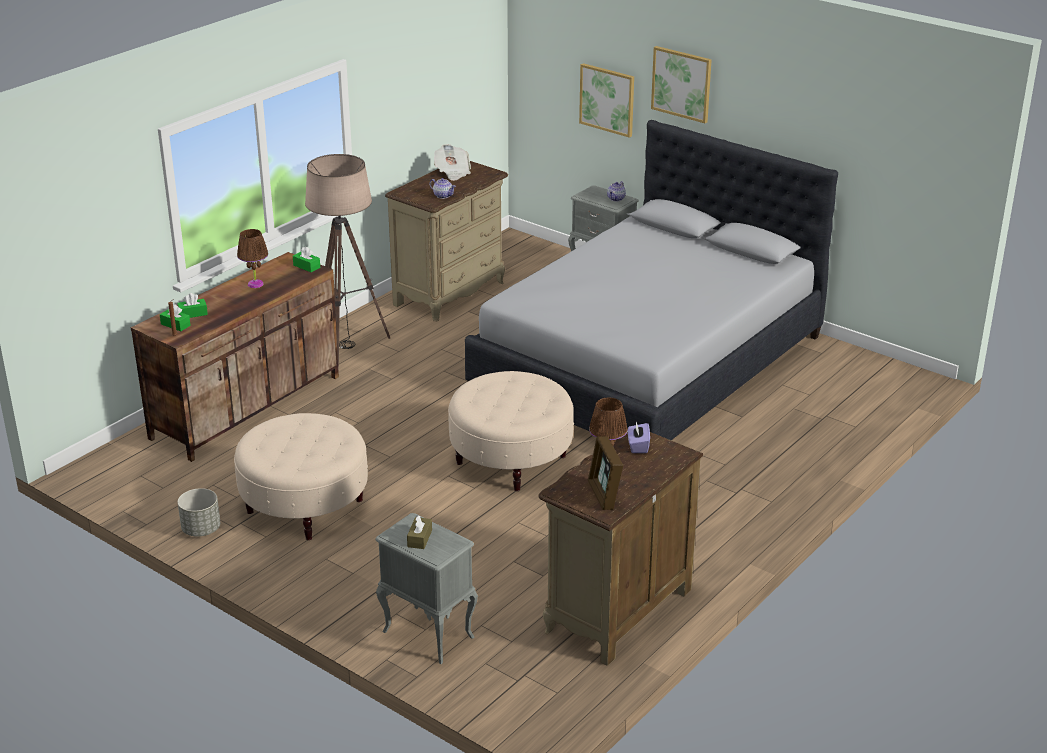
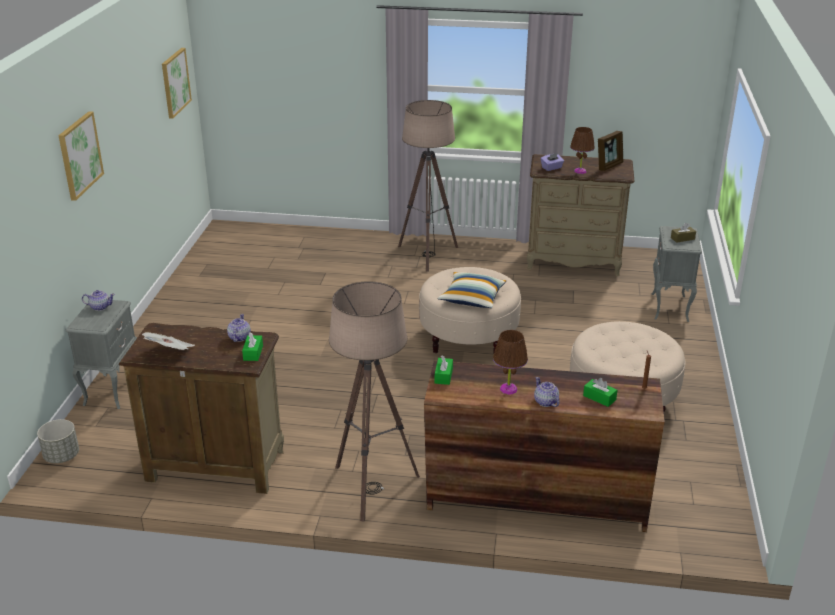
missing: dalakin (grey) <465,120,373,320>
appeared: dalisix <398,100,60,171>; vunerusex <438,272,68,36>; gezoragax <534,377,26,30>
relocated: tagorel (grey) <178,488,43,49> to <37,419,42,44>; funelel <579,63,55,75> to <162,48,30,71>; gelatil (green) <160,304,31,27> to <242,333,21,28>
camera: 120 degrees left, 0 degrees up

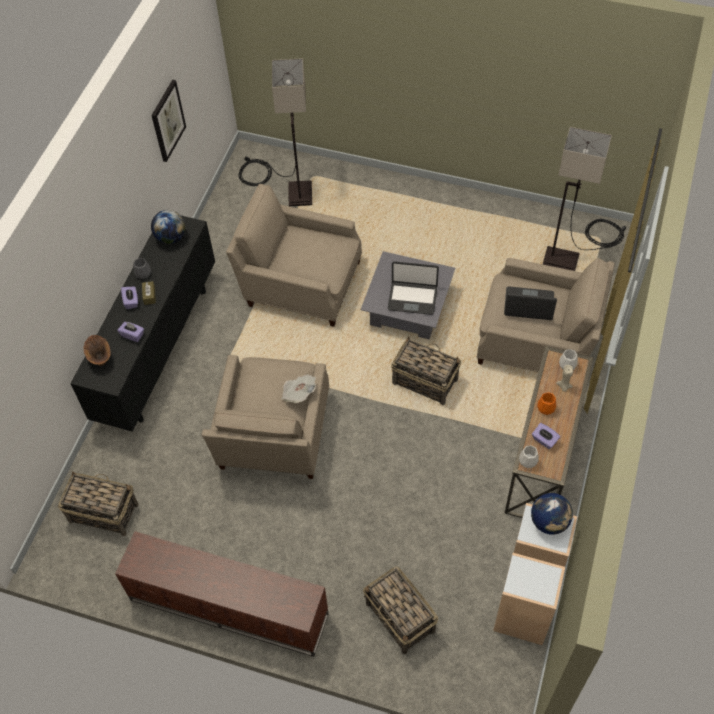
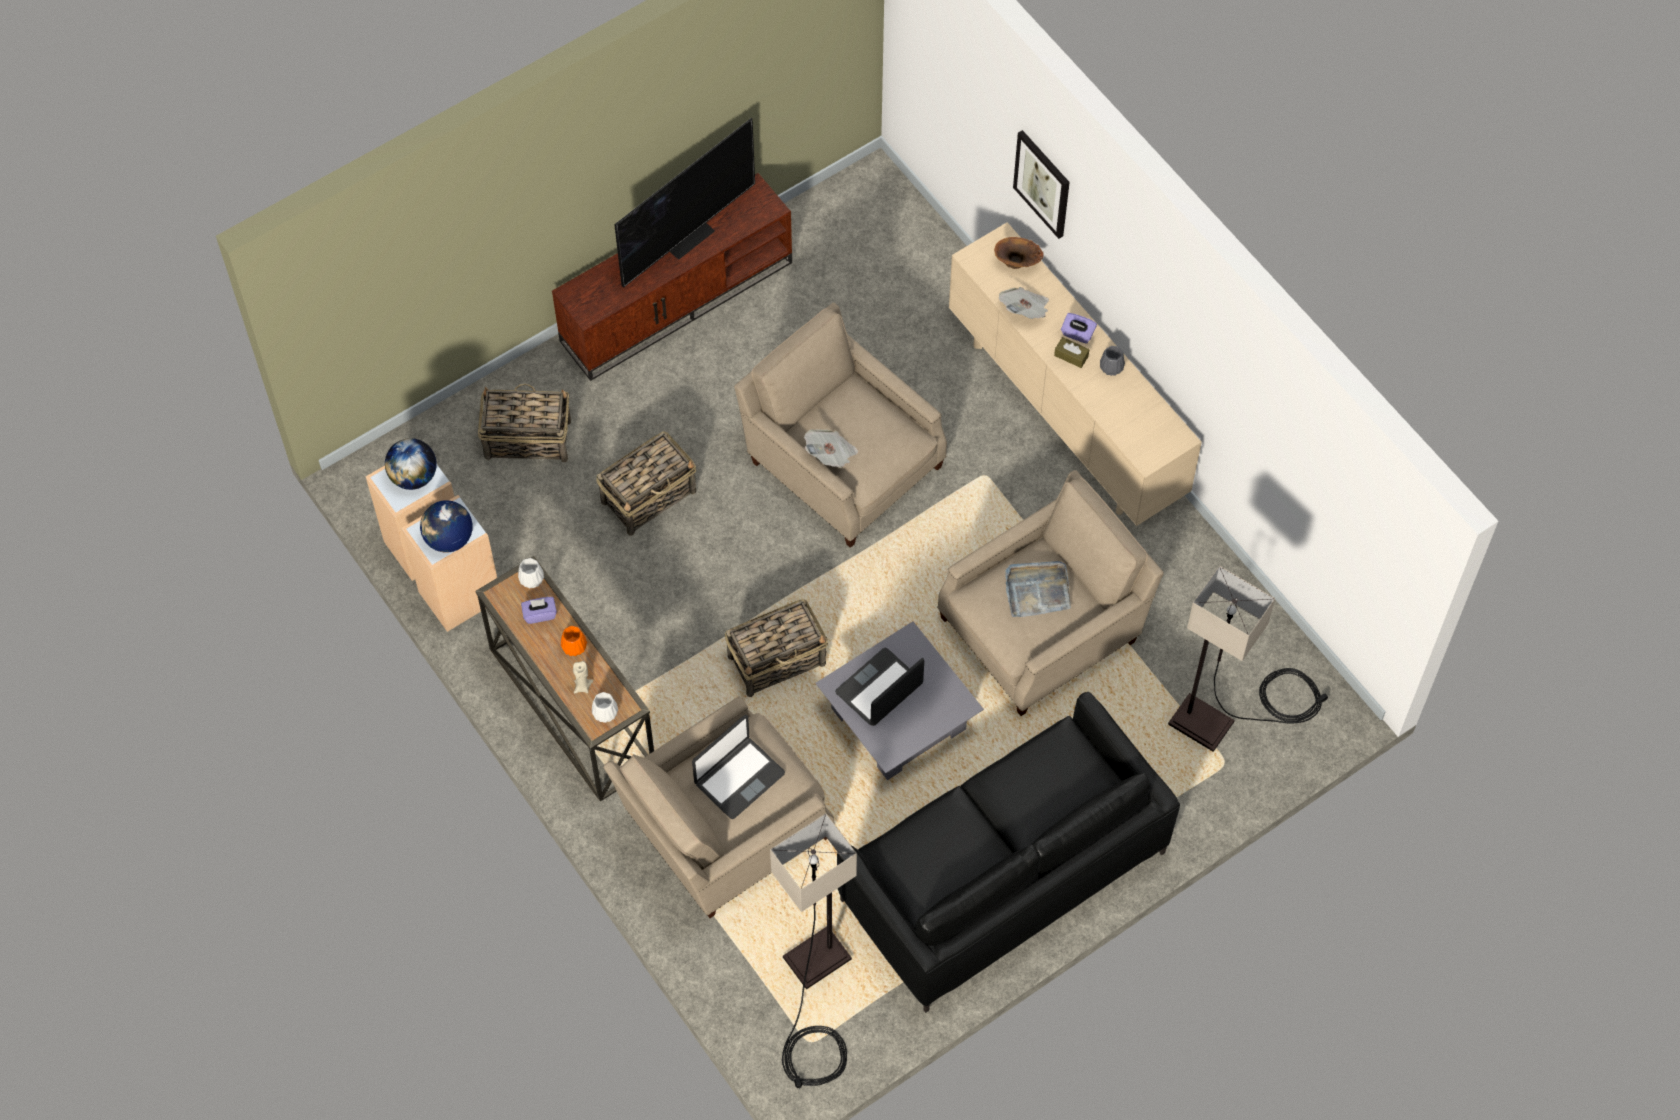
appeared: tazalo <615,118,140,170>; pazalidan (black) <837,692,343,321>; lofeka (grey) <1005,561,66,56>
relocated: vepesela <151,210,34,34> to <385,438,52,52>; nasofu <58,471,80,65> to <596,431,100,105>; funelel <151,80,35,82> to <1013,130,57,109>
exchanged: gelatil (purple) <117,322,27,20> to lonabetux <999,287,50,32>
colour: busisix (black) <70,216,145,216> to busisix (beige) <949,222,253,304>
camera: 125 degrees right, 5 degrees up

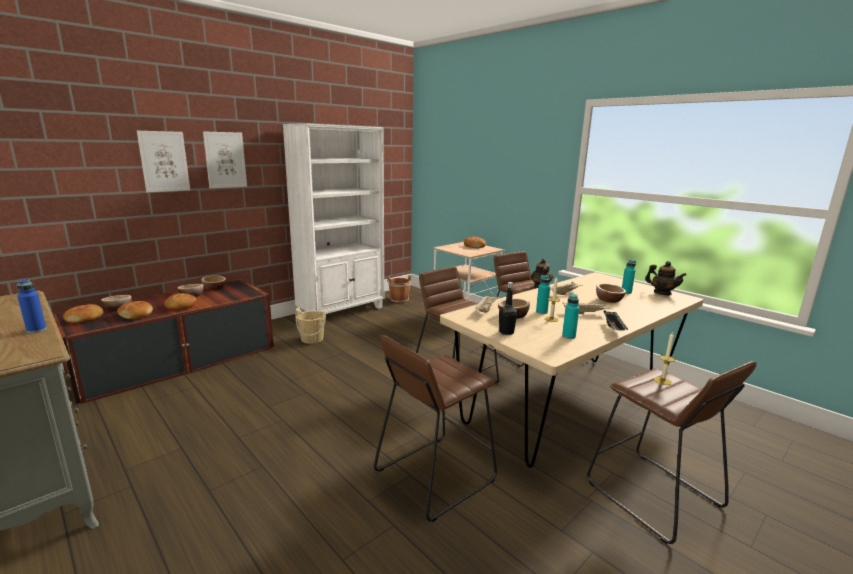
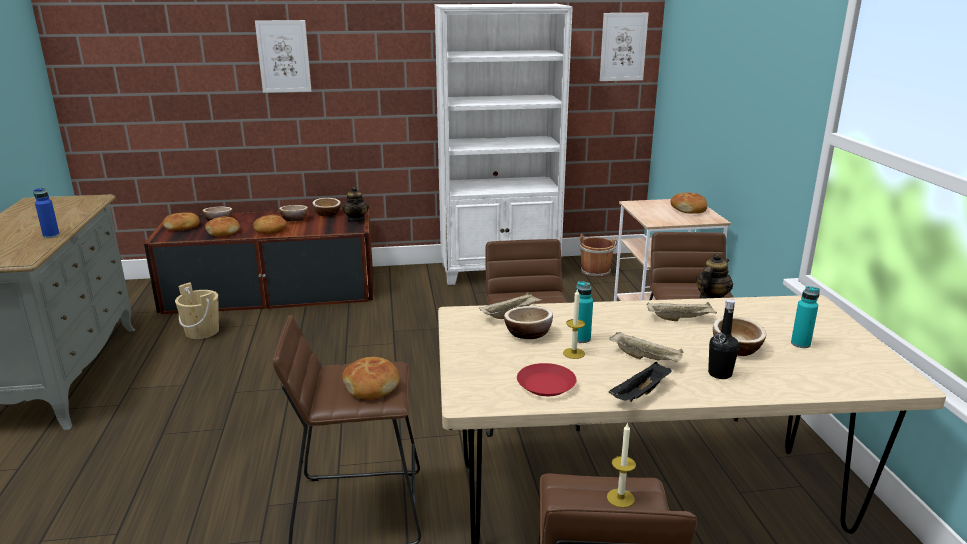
appeared: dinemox <342,357,58,42>
relocated: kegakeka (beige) <295,307,31,37> to <175,282,44,57>; gezoragax <645,261,42,34> to <342,186,27,36>; funelel <203,131,44,58> to <600,13,49,68>; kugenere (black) <499,282,18,53> to <708,299,31,80>
exchanged: kugenere (turquoise) <562,294,17,45> to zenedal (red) <517,363,60,33>
camera: 35 degrees right, 5 degrees up

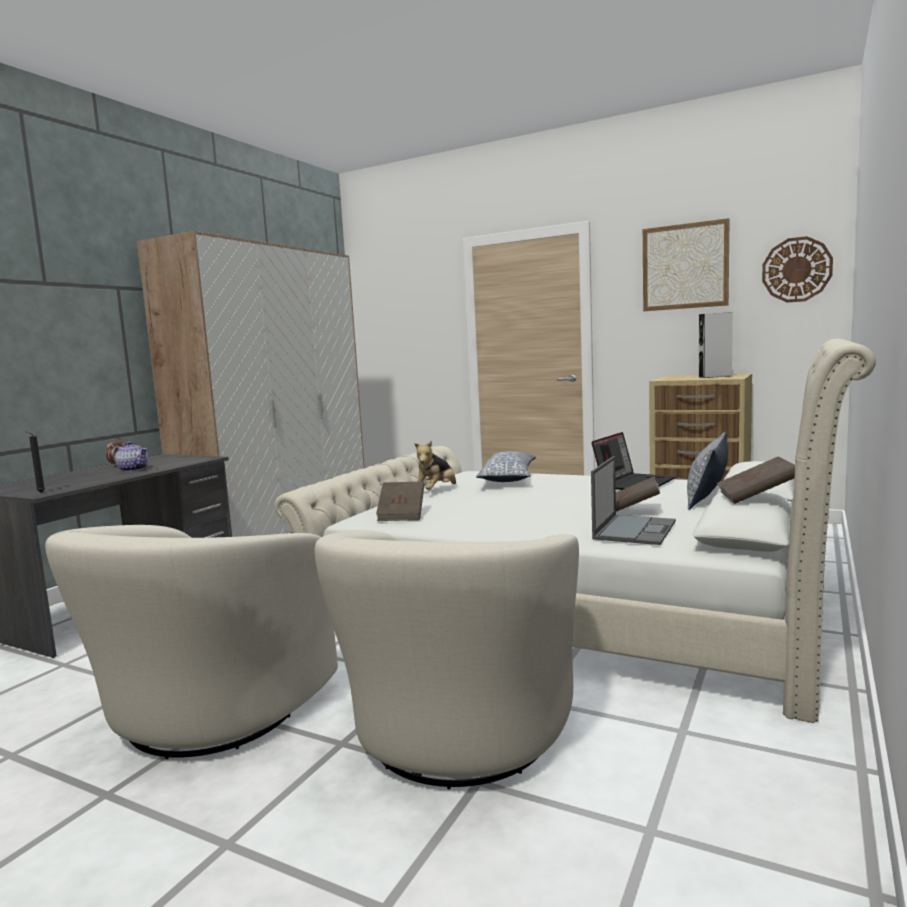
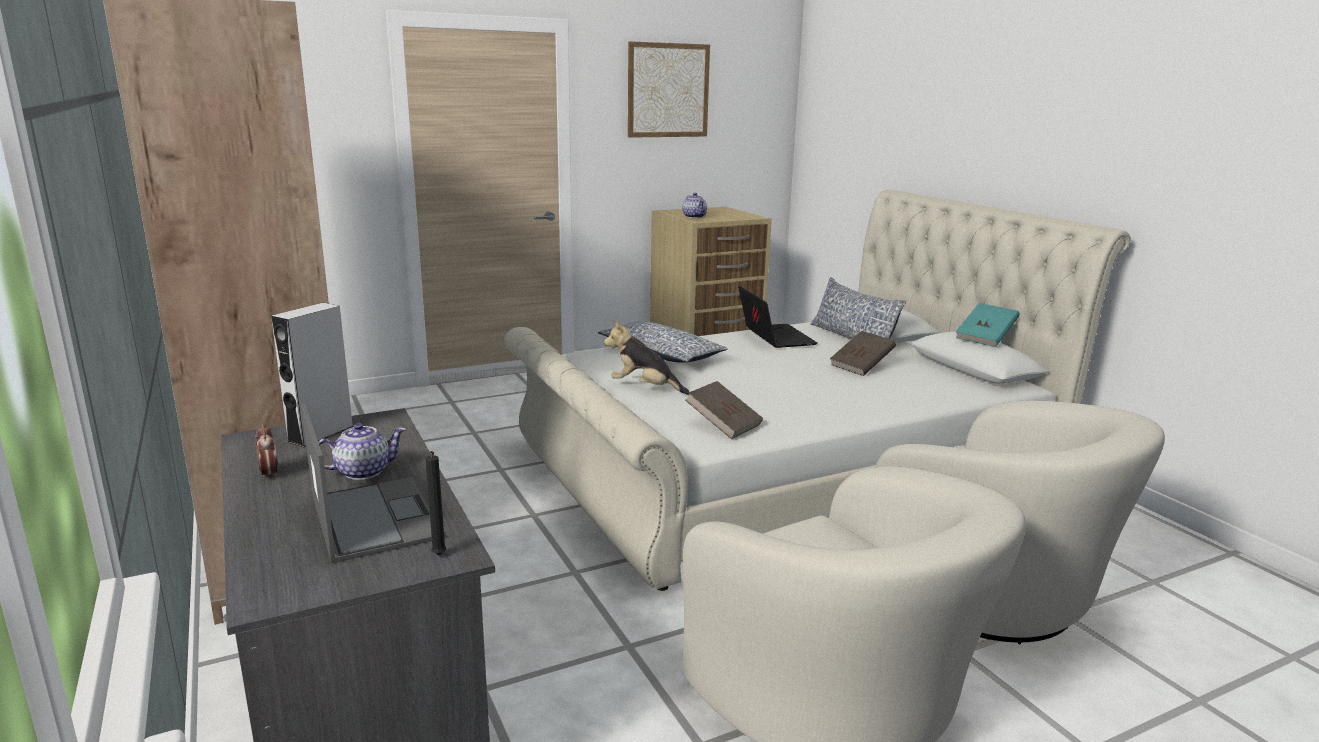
missing: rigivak <762,236,71,67>
appeared: gezoragax <682,193,25,25>
relocated: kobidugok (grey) <698,312,35,66> to <271,303,82,145>; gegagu <591,456,85,89> to <301,404,131,159>
colour: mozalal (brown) <717,456,78,48> to mozalal (turquoise) <956,303,64,44>
spun: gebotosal <414,440,42,50> = <604,321,85,74> 135 degrees clockwise
camera: 55 degrees left, 10 degrees up

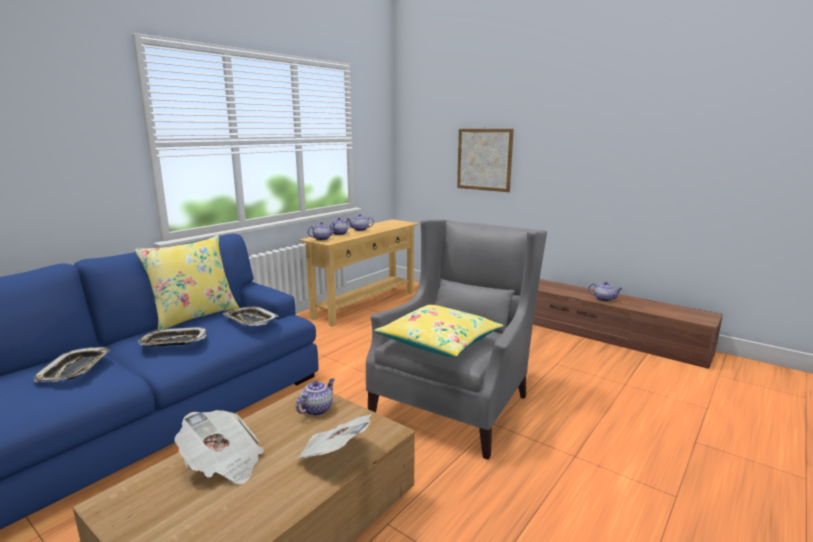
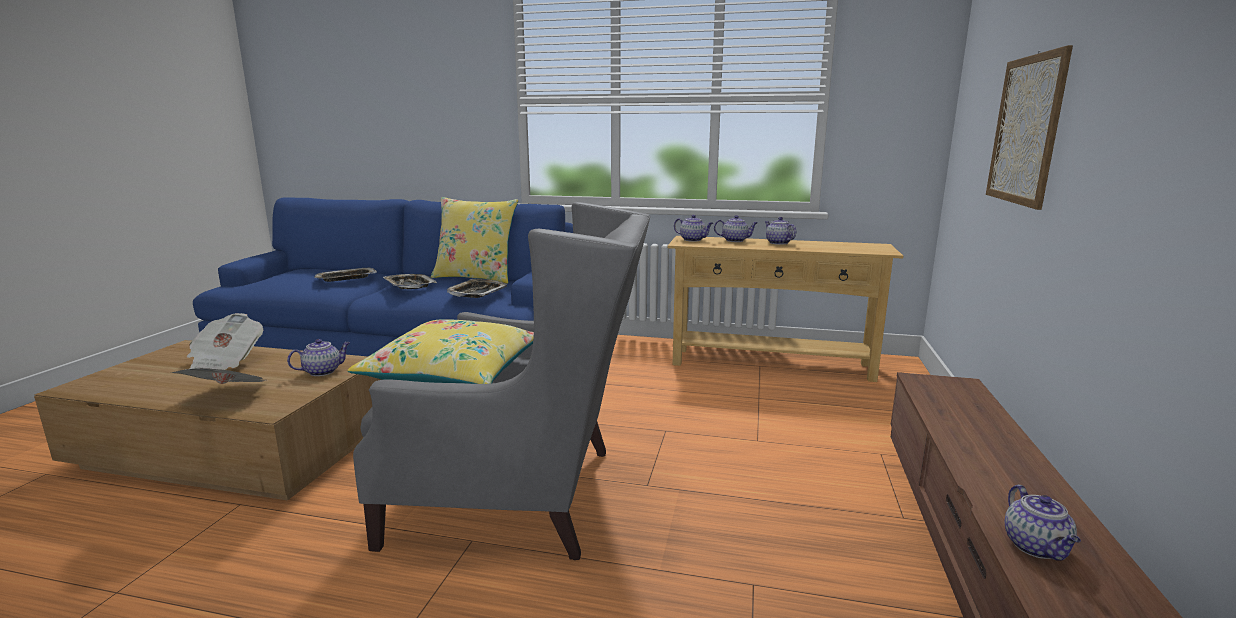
spun: gezoragax <296,378,39,38> = <287,339,63,37> 45 degrees counterclockwise
camera: 65 degrees right, 0 degrees up

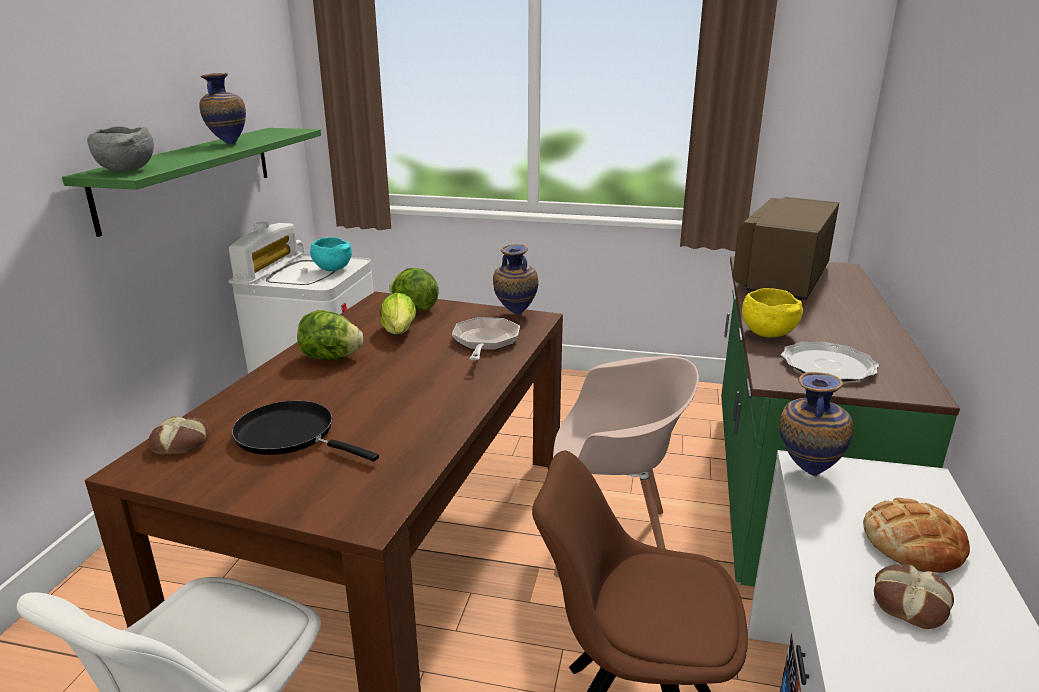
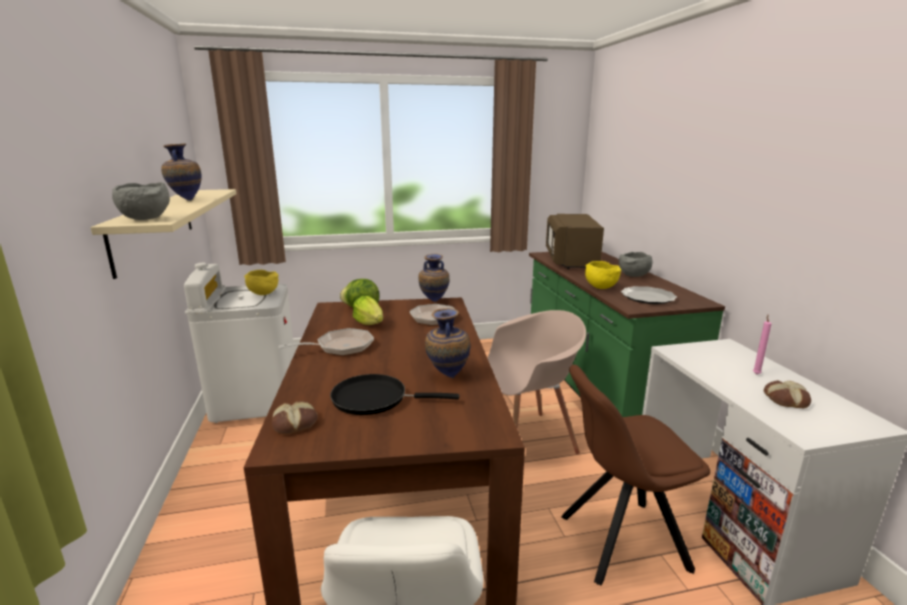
appeared: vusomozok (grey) <619,252,34,25>
relocated: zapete <779,372,74,105> to <425,308,46,70>
exchanged: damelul <297,310,66,50> to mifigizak <279,328,95,28>; dinemox <863,498,107,75> to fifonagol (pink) <753,315,19,60>
colour: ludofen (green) <62,128,259,109> to ludofen (beige) <91,189,146,90>; vusomozok (turquoise) <310,237,42,34> to vusomozok (yellow) <244,270,34,25>
camera: 25 degrees left, 5 degrees down

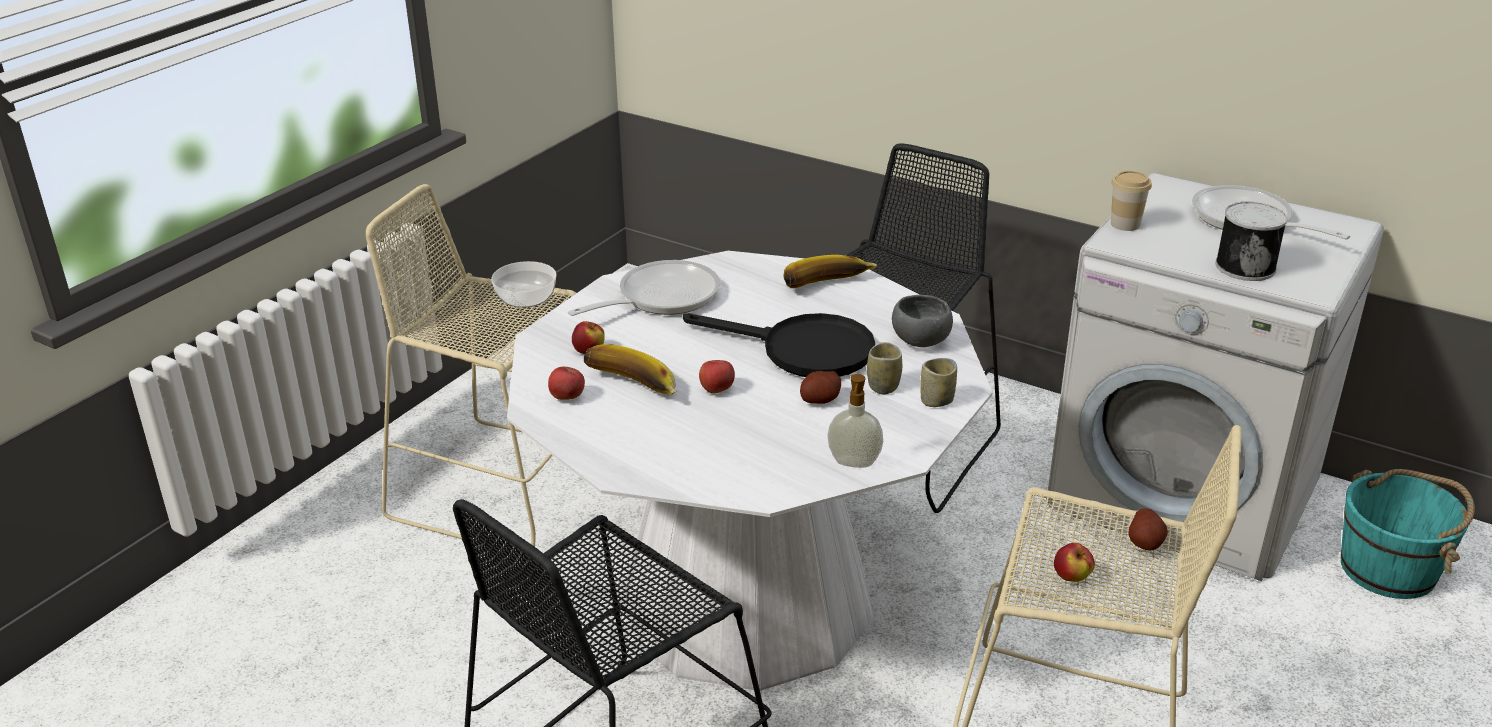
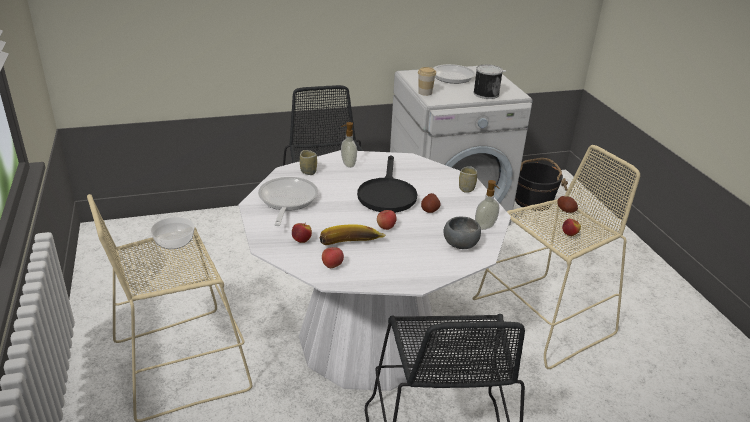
relocated: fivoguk <867,342,35,52> to <300,150,17,25>; vusomozok (grey) <892,295,61,52> to <443,217,38,32>
exchanged: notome <783,255,95,33> to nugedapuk <341,122,16,46>
colour: kegakeka (turquoise) <1341,469,134,130> to kegakeka (black) <515,158,53,53>
spun: mifigizak (black) <683,313,192,64> = <357,155,60,58> 120 degrees clockwise
camera: 50 degrees left, 0 degrees up

